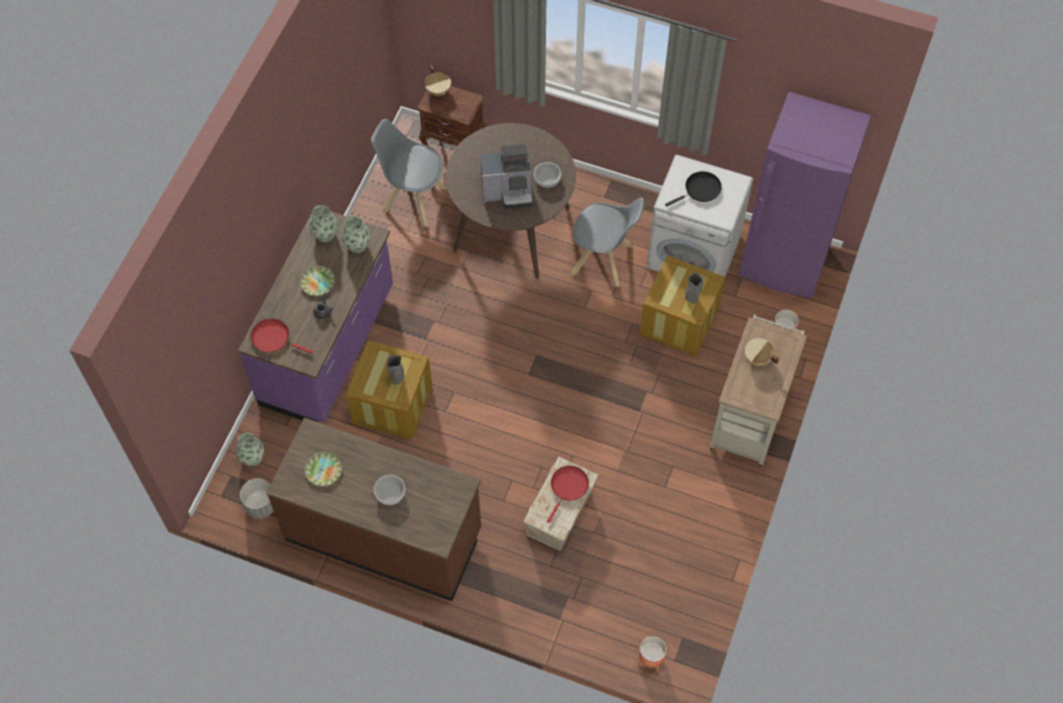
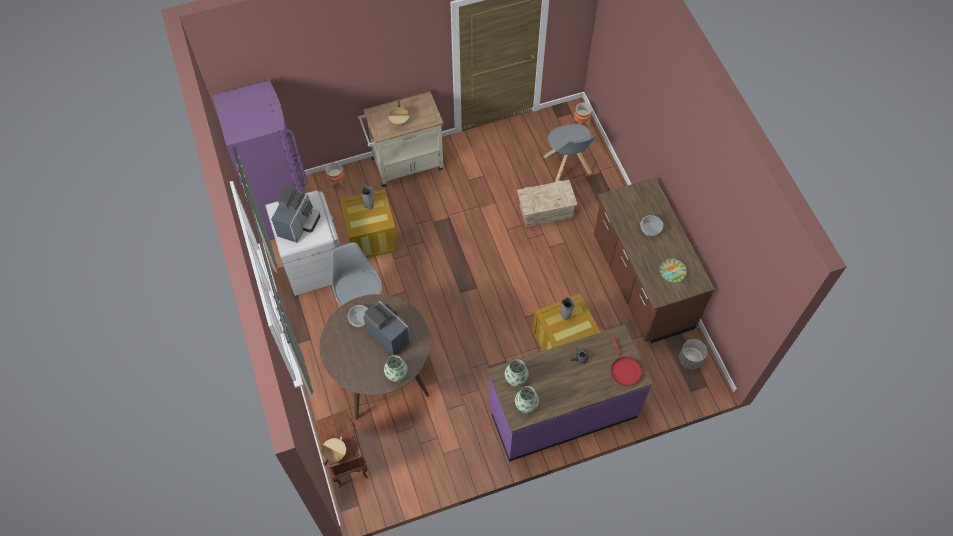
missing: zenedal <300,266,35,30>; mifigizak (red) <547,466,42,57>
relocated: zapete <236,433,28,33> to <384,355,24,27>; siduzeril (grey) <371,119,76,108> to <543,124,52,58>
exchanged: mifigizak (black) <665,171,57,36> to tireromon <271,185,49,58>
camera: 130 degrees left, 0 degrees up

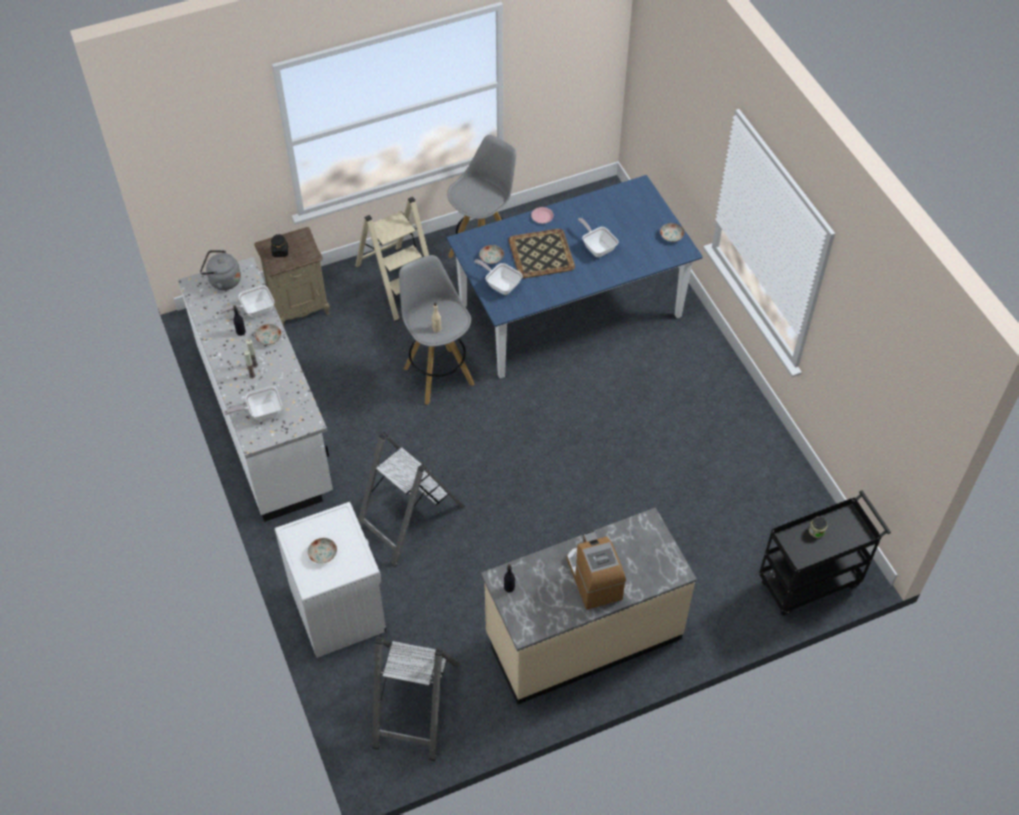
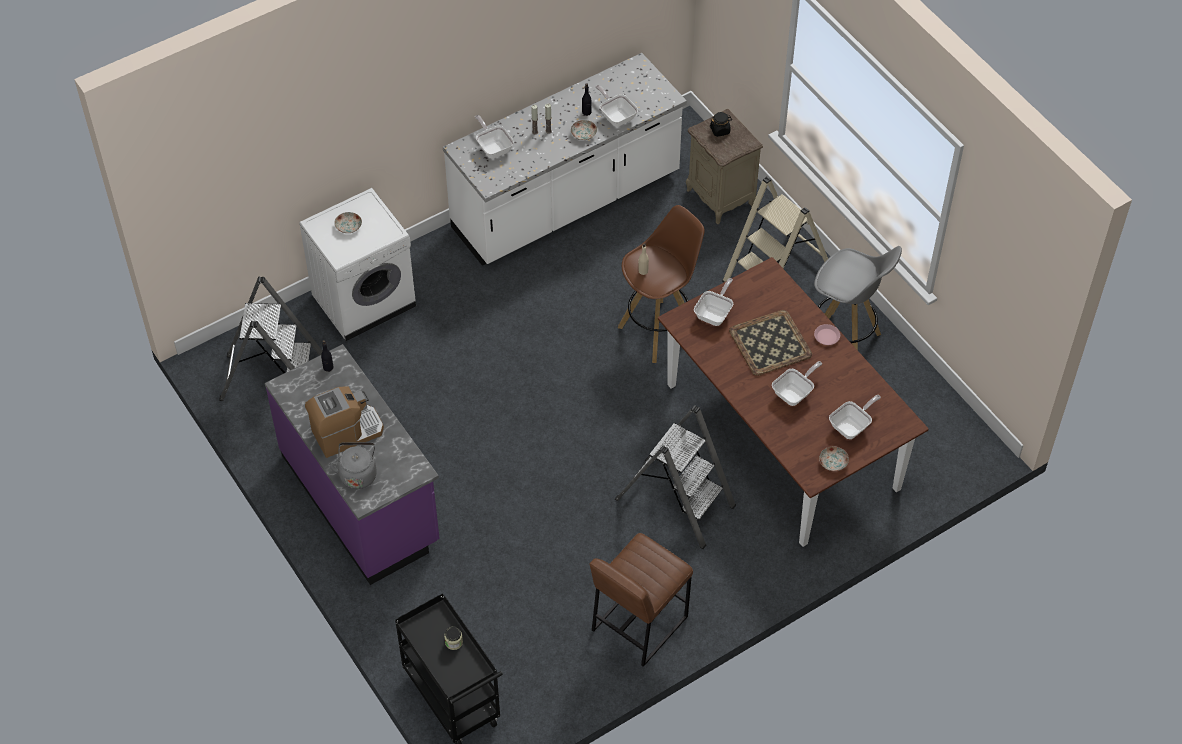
missing: zenedal <479,245,25,19>
appeared: siduzeril (brown) <590,533,103,134>; mifigizak <829,395,52,44>
relocated: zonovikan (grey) <200,250,41,40> to <329,442,48,47>; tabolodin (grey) <358,432,107,135> to <615,405,121,144>
colour: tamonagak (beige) <481,508,216,197> to tamonagak (purple) <265,344,175,241>; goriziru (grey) <399,255,75,150> to goriziru (brown) <618,205,87,158>; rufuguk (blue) <447,175,256,204> to rufuguk (brown) <658,257,271,290>
camera: 80 degrees right, 0 degrees up

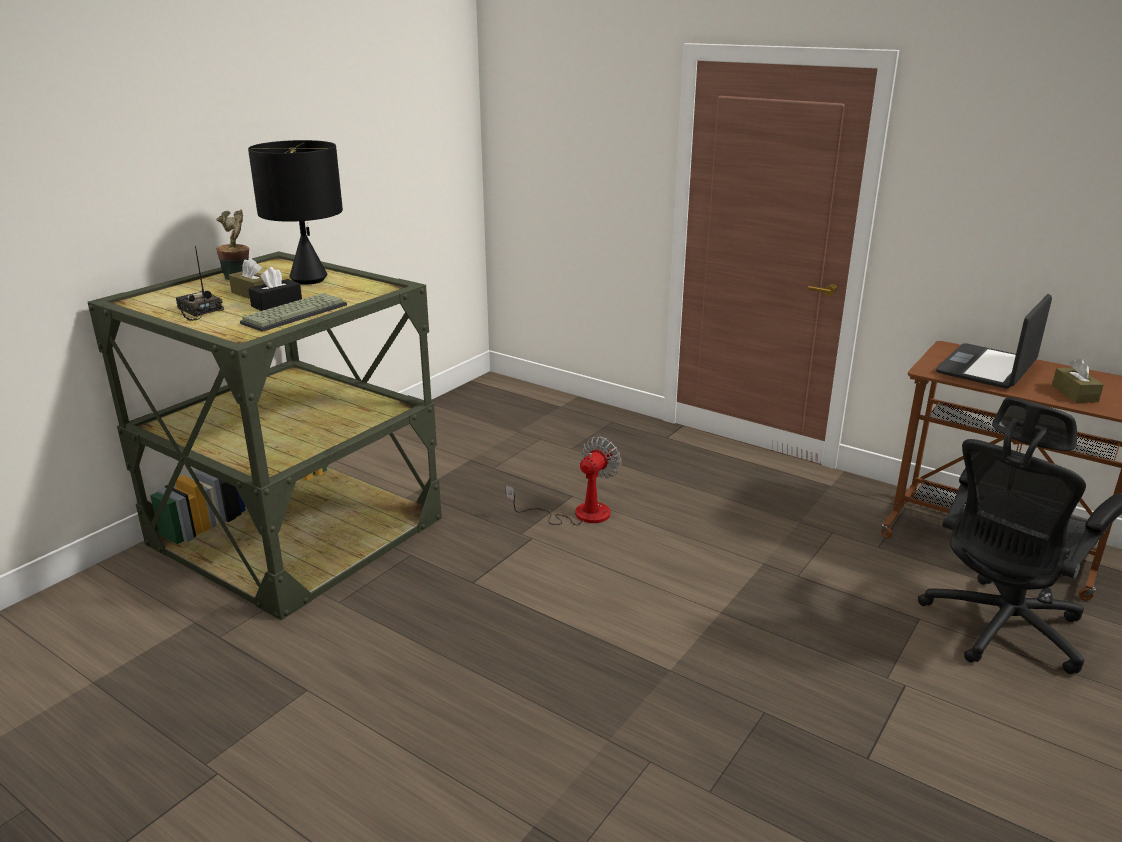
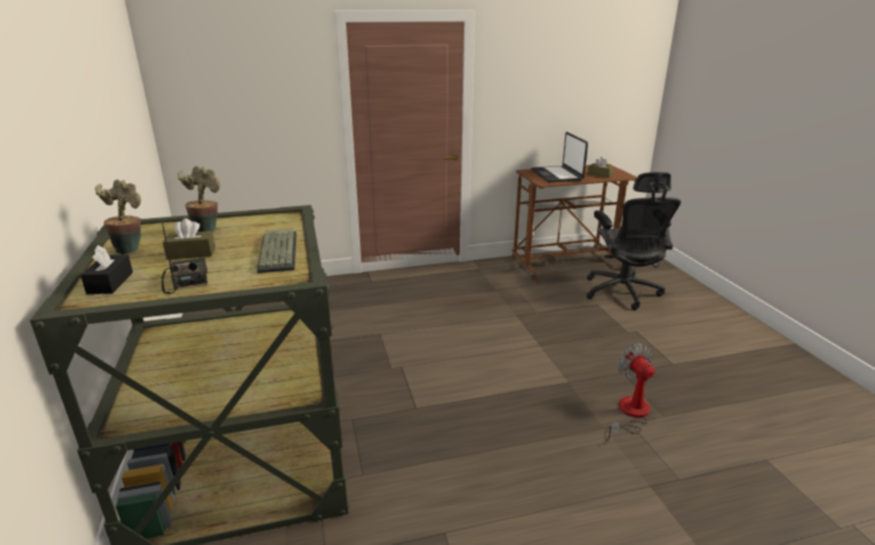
relocated: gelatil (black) <248,267,54,44> to <80,245,53,49>; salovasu <506,436,115,89> to <605,344,50,97>
exchanged: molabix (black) <248,140,95,145> to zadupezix <178,166,42,66>
spun: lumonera <176,246,48,75> = <162,221,45,73> 75 degrees clockwise
camera: 50 degrees left, 0 degrees up

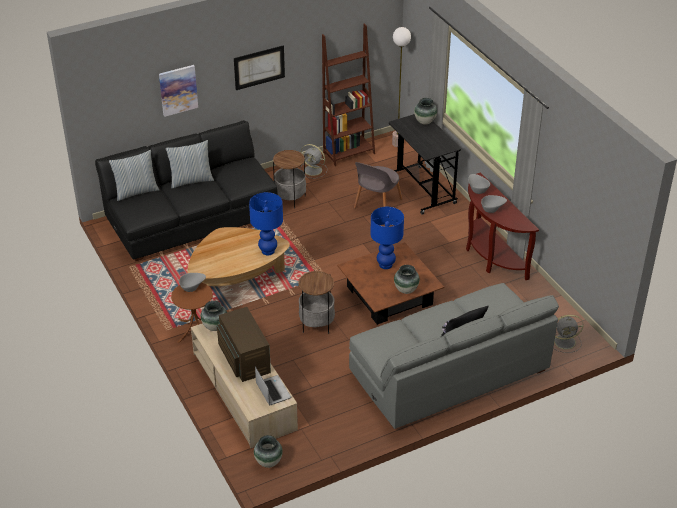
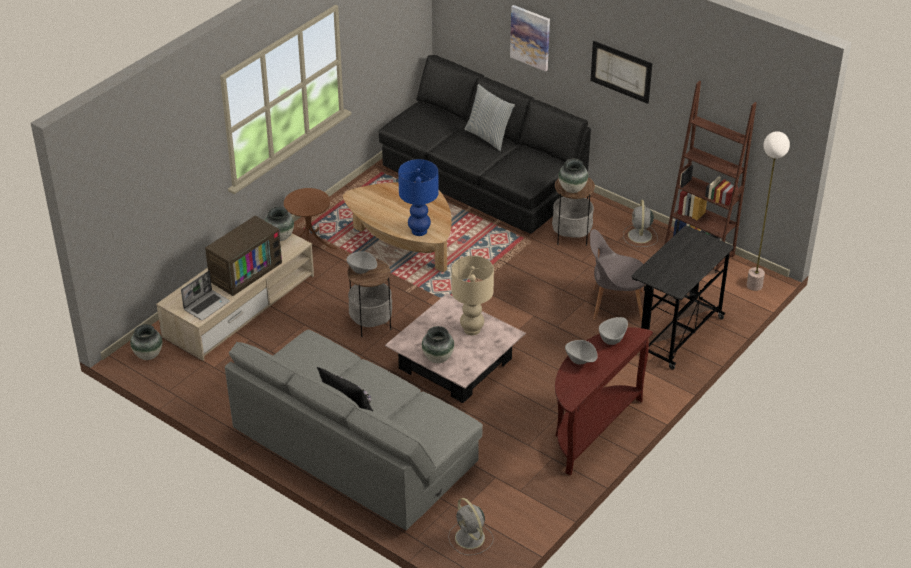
missing: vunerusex <109,150,50,51>
relocated: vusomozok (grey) <179,273,27,19> to <346,251,31,23>; zapete <414,98,23,27> to <558,159,30,34>
colour: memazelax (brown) <337,242,107,83> to memazelax (pink) <385,294,141,109>; molabix (blue) <370,207,34,62> to molabix (beige) <451,256,43,79>
camera: 65 degrees right, 0 degrees up

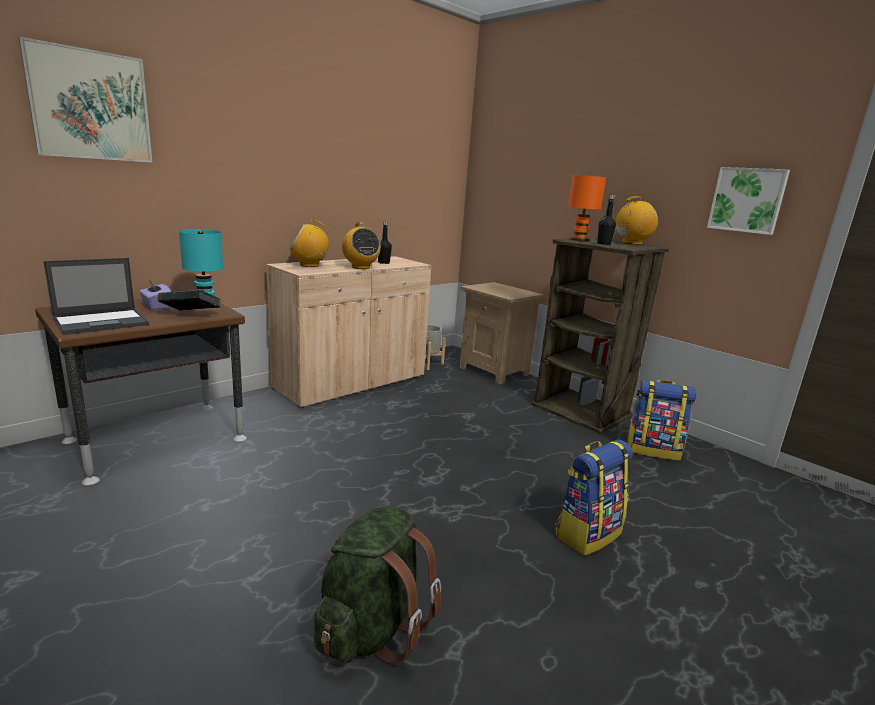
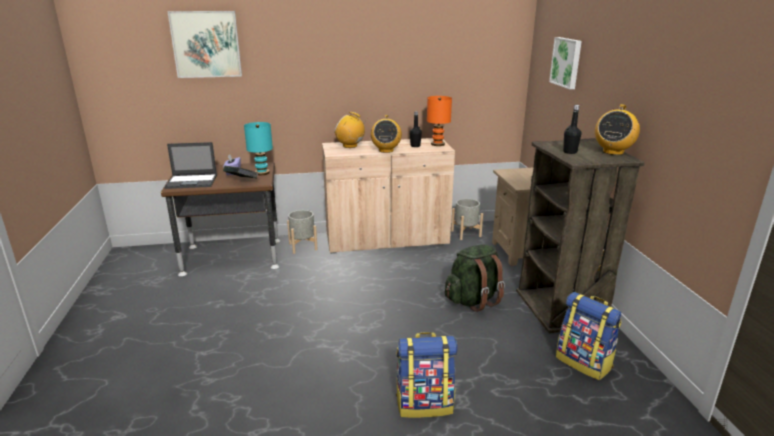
appeared: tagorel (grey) <287,210,31,44>
relocated: molabix (orange) <568,175,38,67> to <427,96,25,50>; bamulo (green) <314,506,127,159> to <445,245,60,67>; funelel <707,167,83,68> to <549,37,33,52>
spun: lumonera <616,196,42,49> = <595,104,45,51> 105 degrees clockwise
camera: 35 degrees right, 5 degrees up

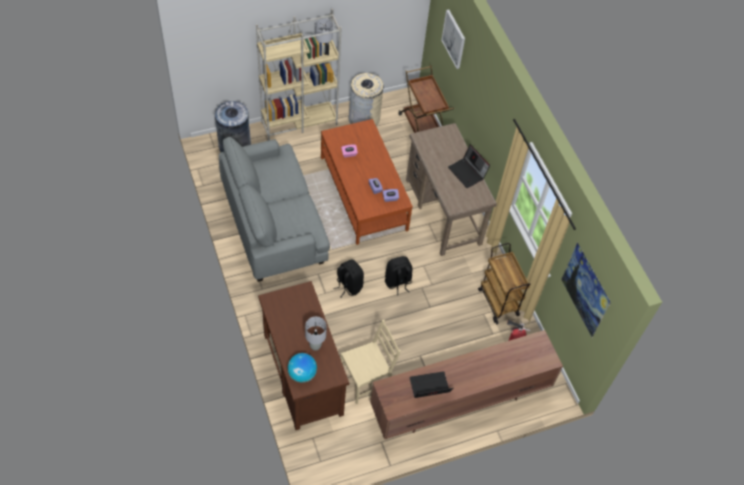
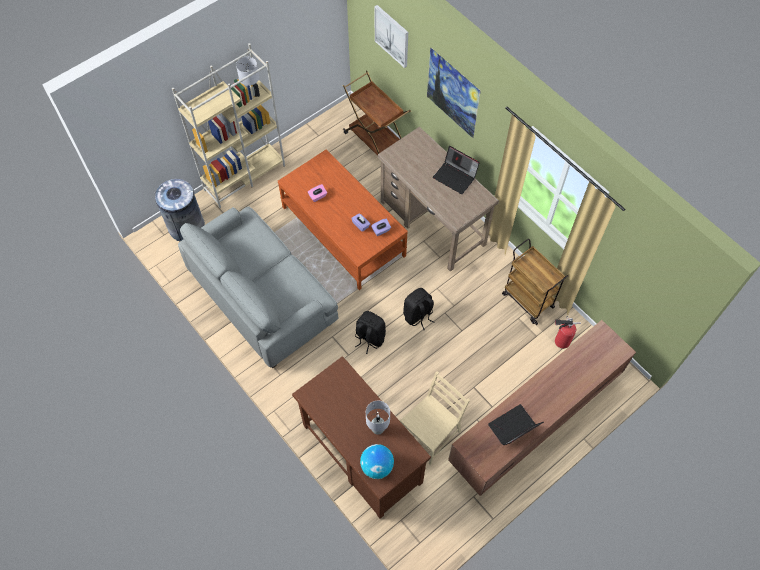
missing: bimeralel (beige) <349,73,35,54>
relocated: funelel <561,242,50,95> to <427,47,54,91>
camera: 15 degrees left, 5 degrees up

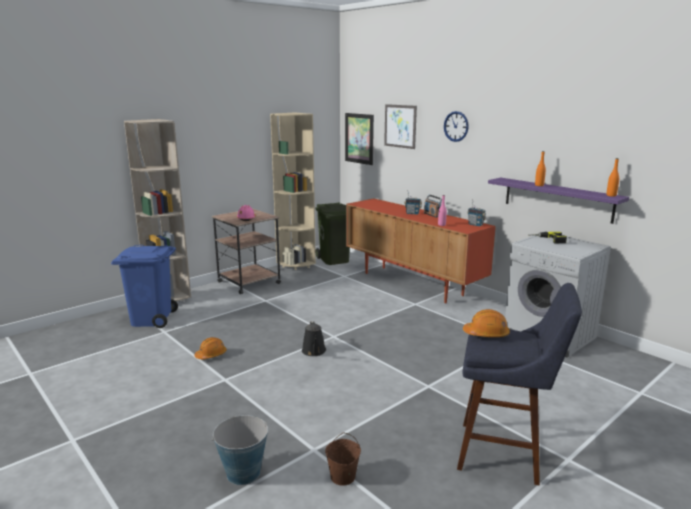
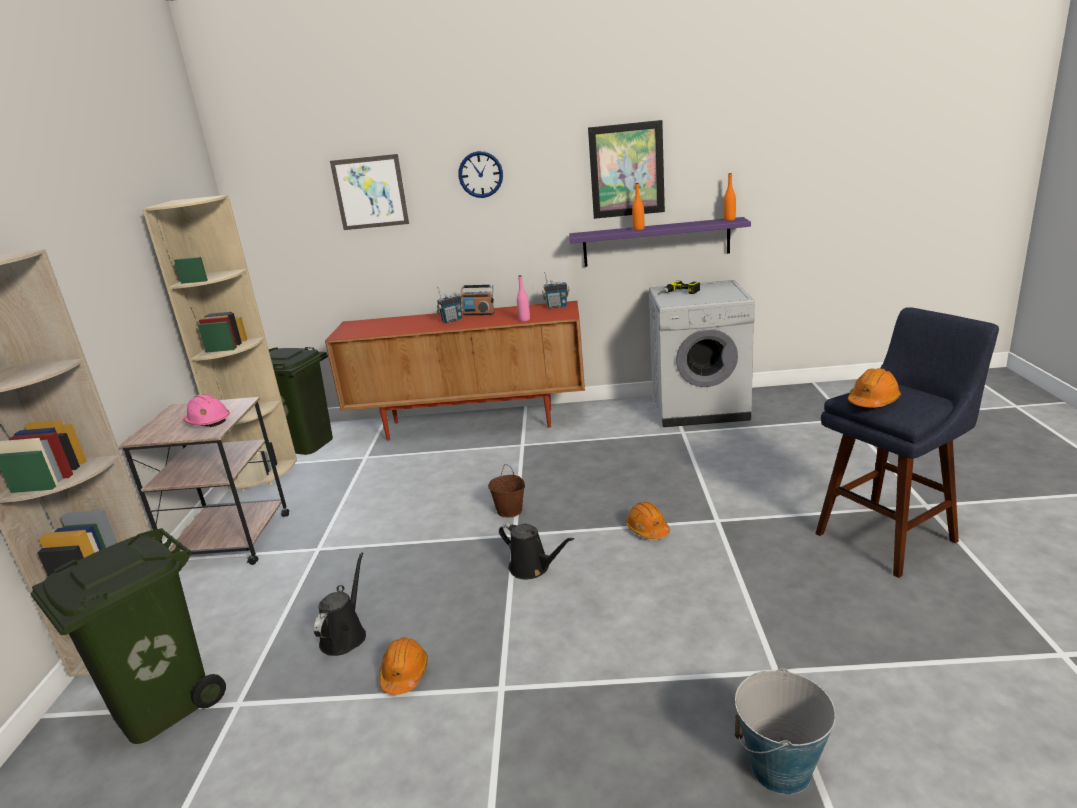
appeared: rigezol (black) <314,552,52,104>; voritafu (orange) <626,502,44,37>
relocated: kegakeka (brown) <325,432,36,54> to <488,464,37,53>; funelel <345,113,29,52> to <588,120,77,99>
colour: bimeralel (blue) <111,245,67,83> to bimeralel (green) <30,528,196,216>
camera: 45 degrees left, 5 degrees up

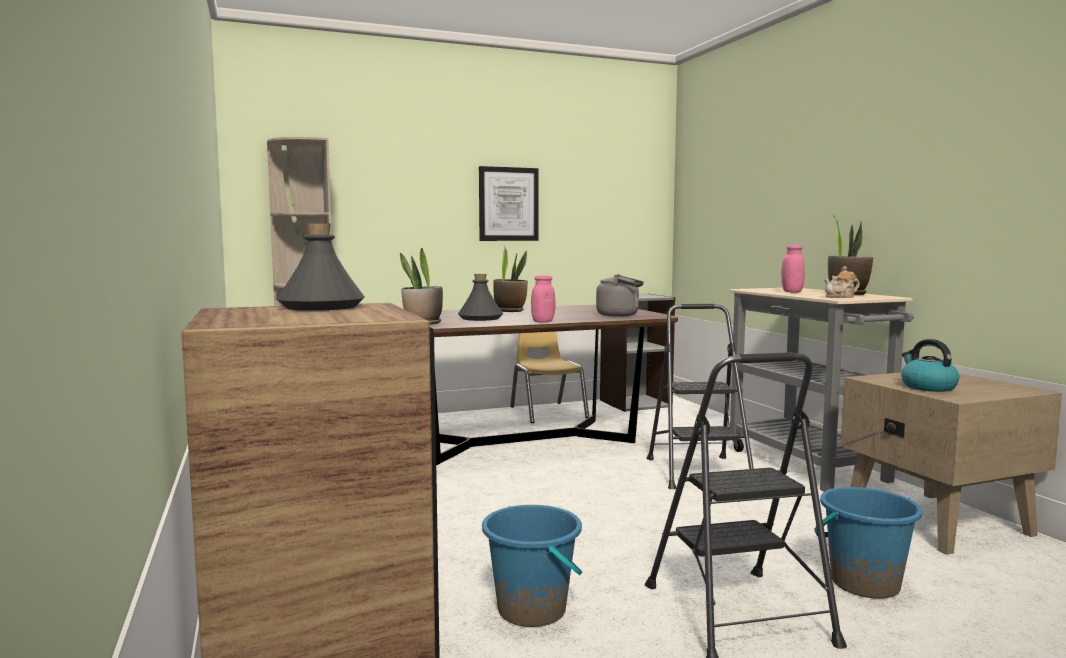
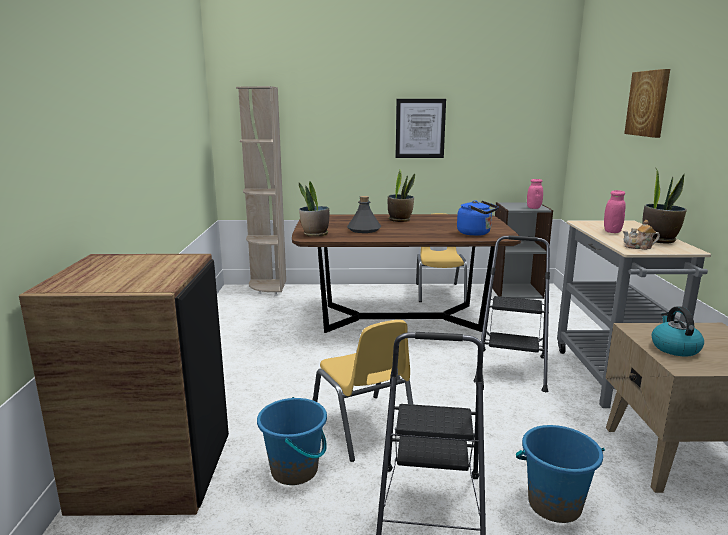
missing: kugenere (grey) <277,223,88,88>
appeared: siduzeril (yellow) <313,320,100,142>; funelel <624,69,46,69>
relocated: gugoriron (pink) <531,275,24,48> to <527,179,16,30>
colour: zonovikan (grey) <596,274,48,43> to zonovikan (blue) <457,201,42,35>
camera: 20 degrees right, 10 degrees up

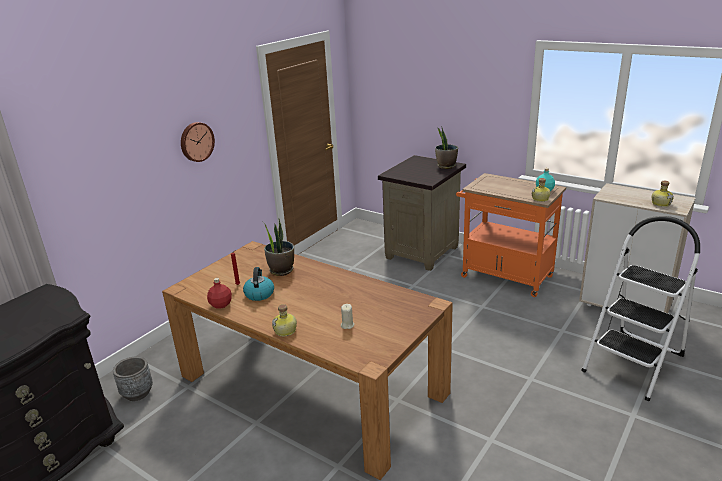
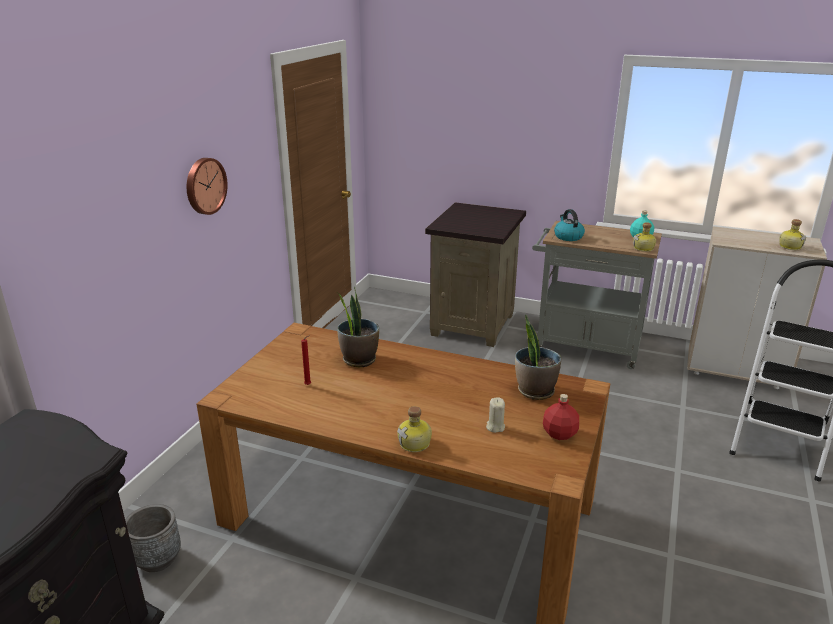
relocated: zadupezix <435,126,23,43> to <515,314,46,86>; kugenere (red) <207,278,25,31> to <543,394,36,46>; zonovikan <243,267,31,34> to <554,209,31,32>
colour: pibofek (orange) <456,173,110,124> to pibofek (grey) <532,221,130,148>
camera: 15 degrees left, 0 degrees up

